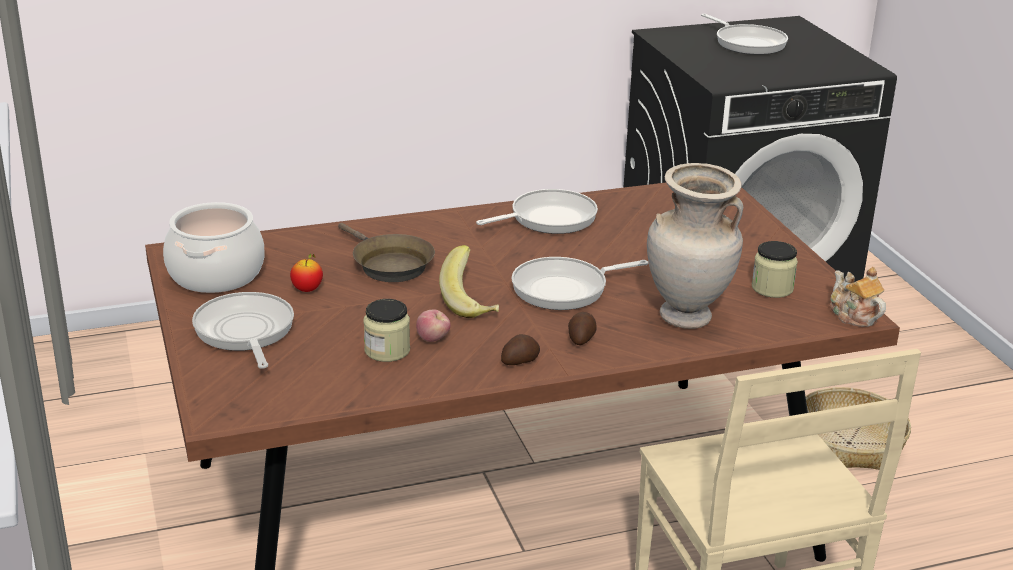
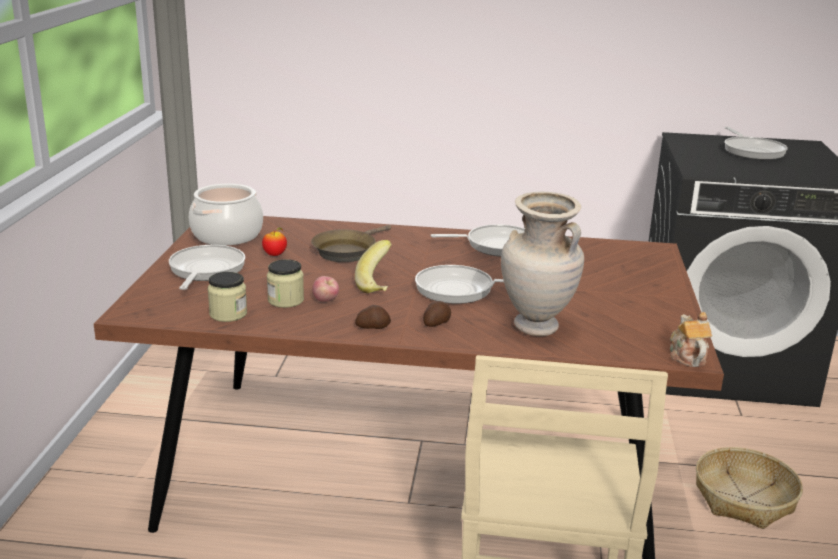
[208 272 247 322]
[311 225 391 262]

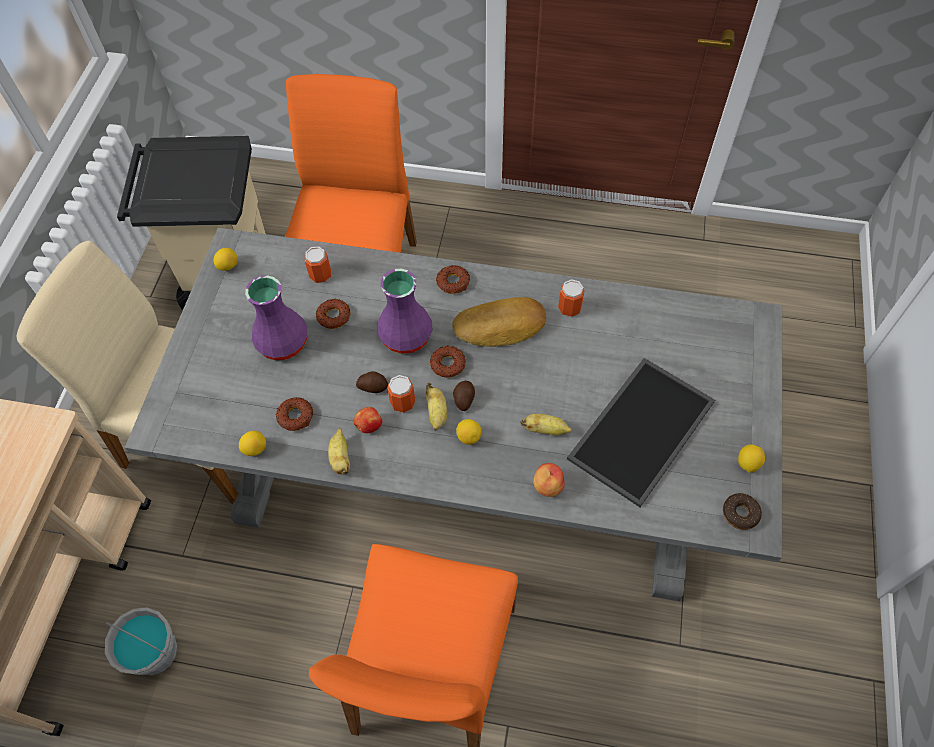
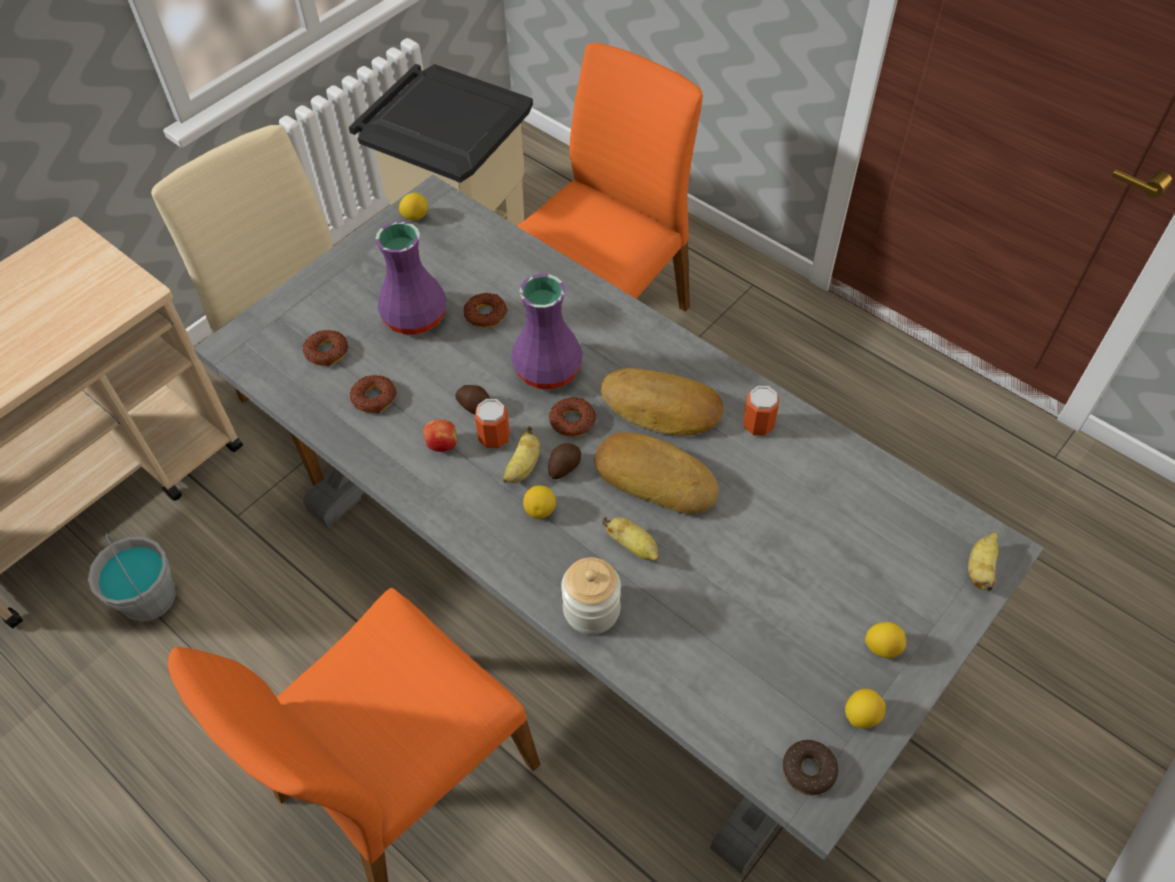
[305 247 331 283] (first image)
[567 358 715 507] (first image)
[595 432 719 514]
[865 622 906 658]
[968 532 999 590]
[303 330 348 366]
[561 557 621 635]

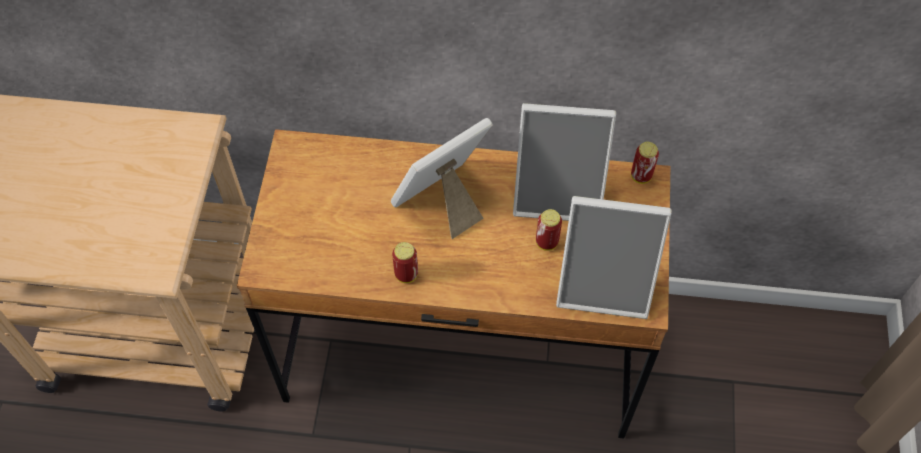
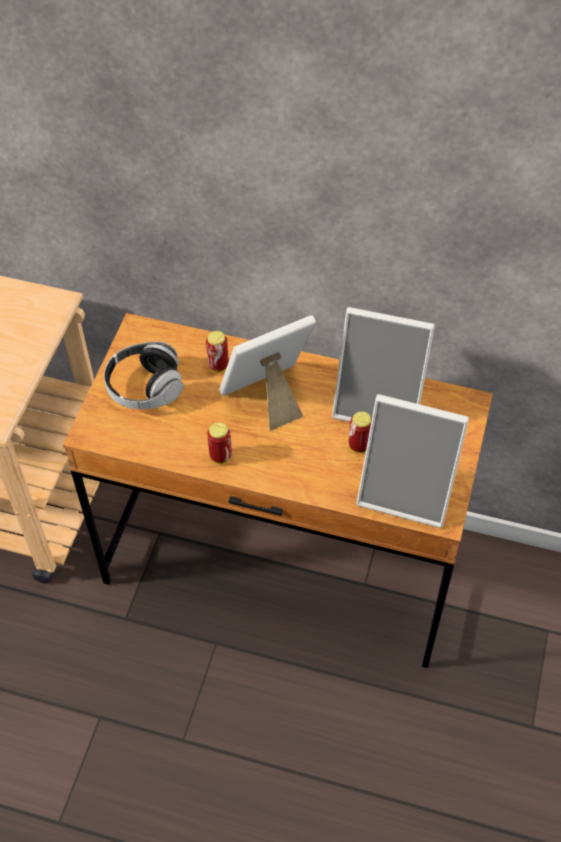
[104 341 183 409]
[206 331 229 373]

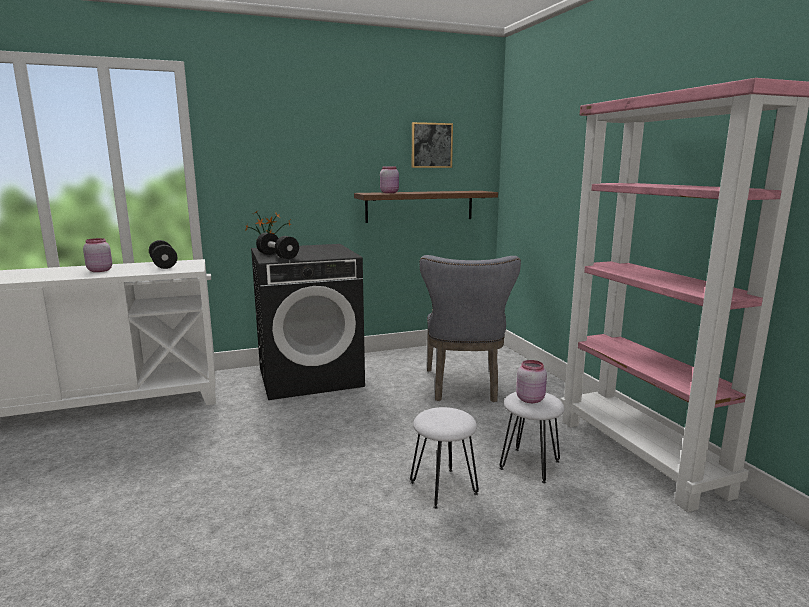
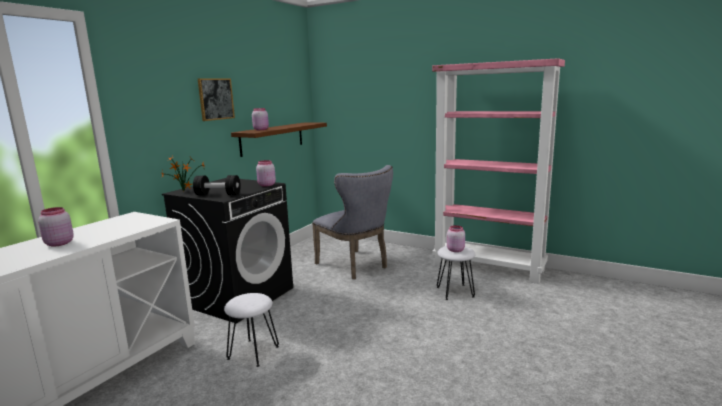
[149 240 177 269] (first image)
[256 160 276 187]
[224 293 279 367]
[198 78 235 121]

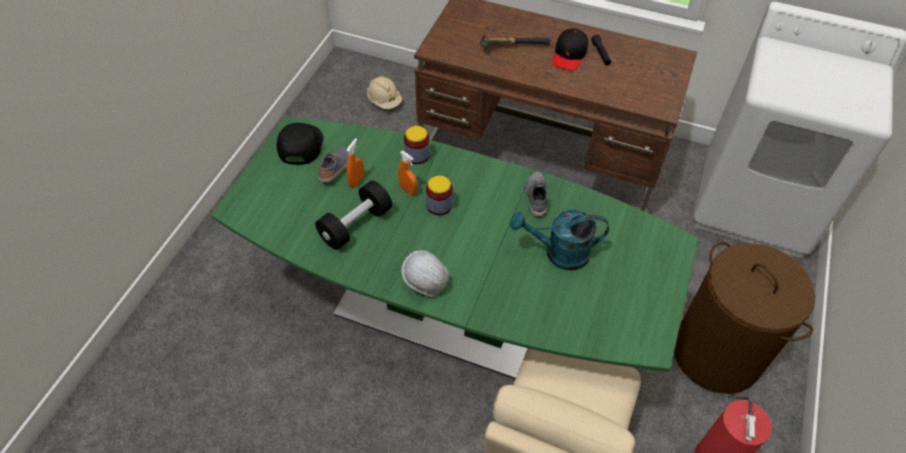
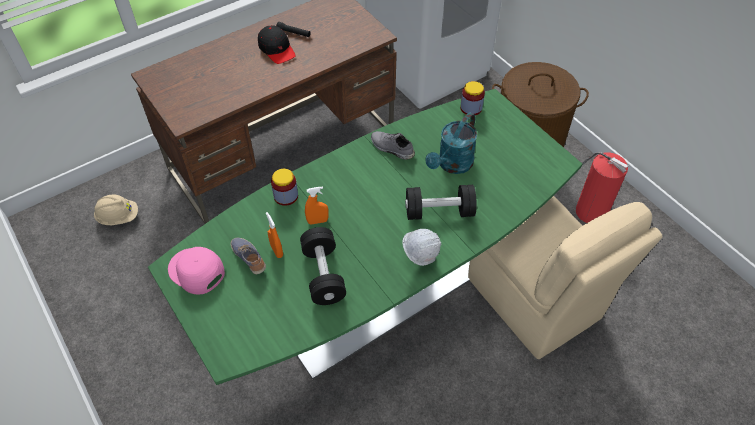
[481 34 550 47] (first image)
[405 185 477 220]
[460 81 485 115]
[168 247 225 294]

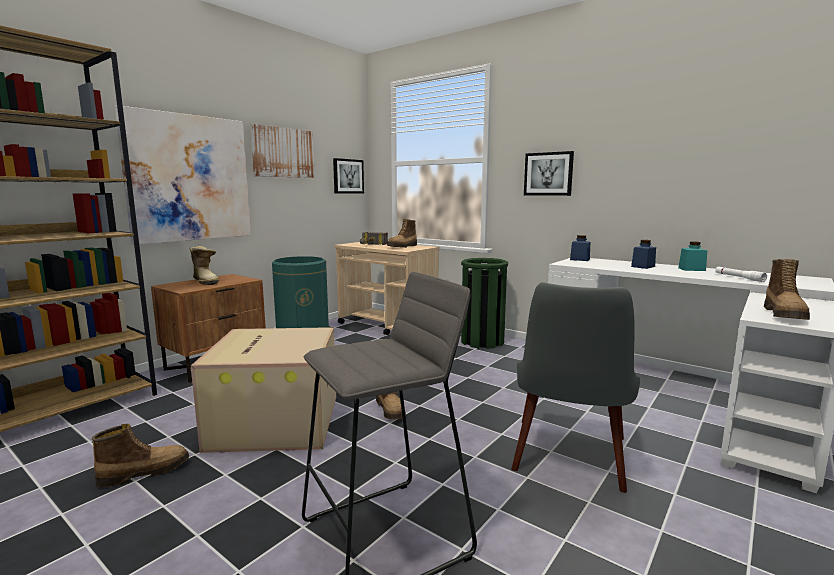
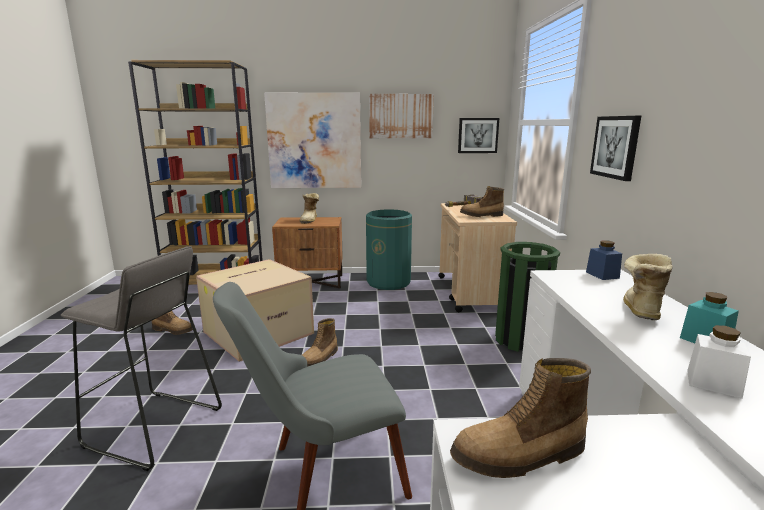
[623 254 672 320]
[687 325 751 399]

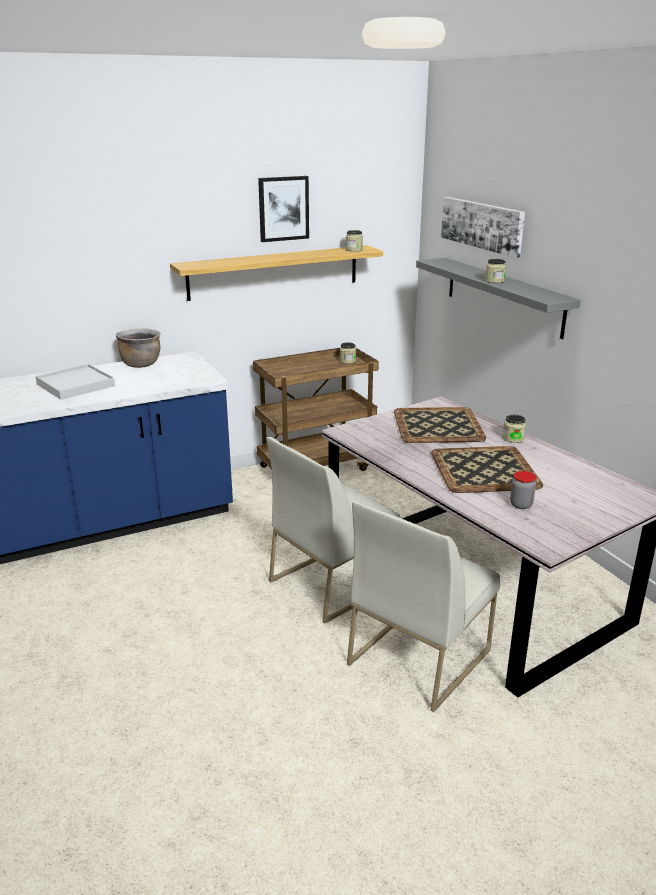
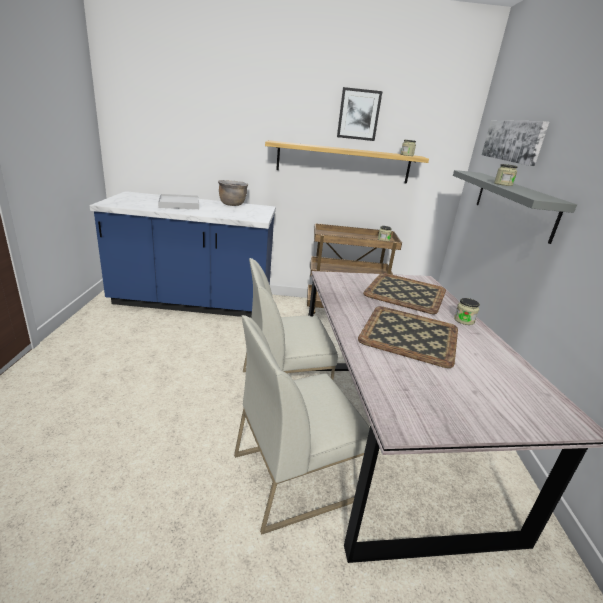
[510 471 536 509] (first image)

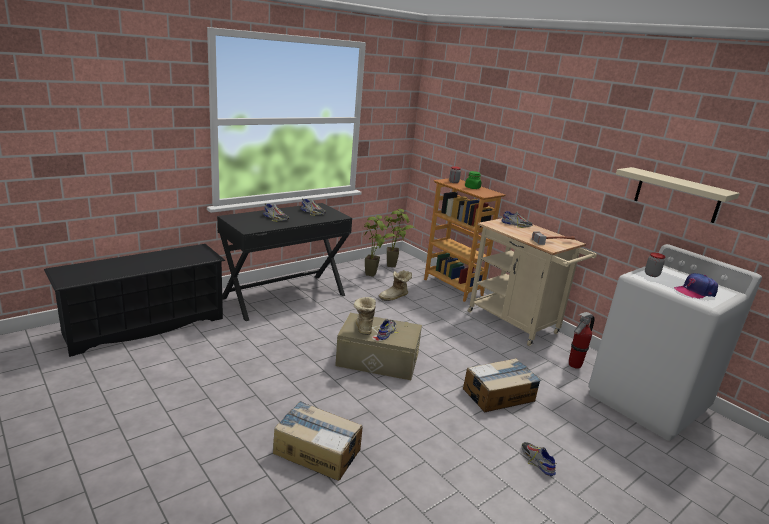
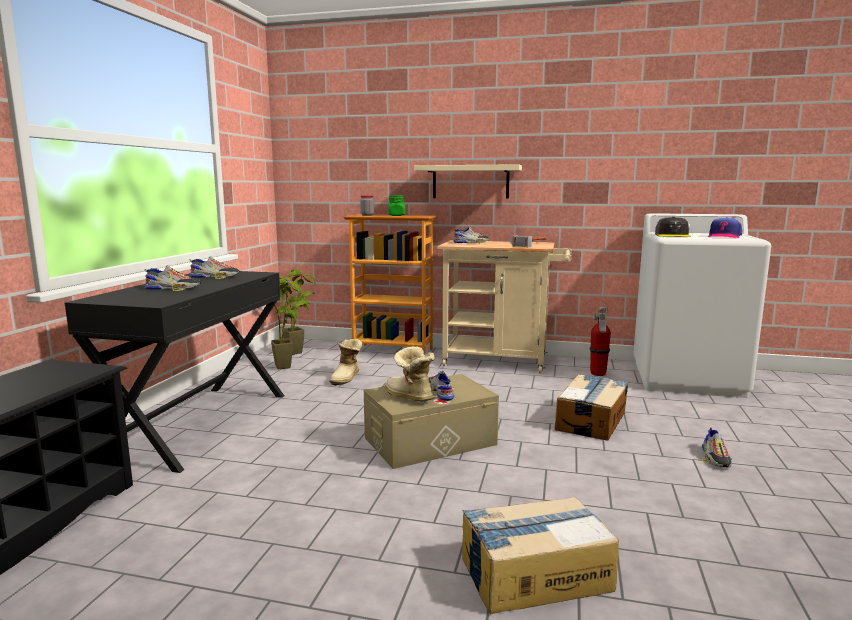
[414 164 522 199]
[655 216 691 237]
[700 428 732 468]

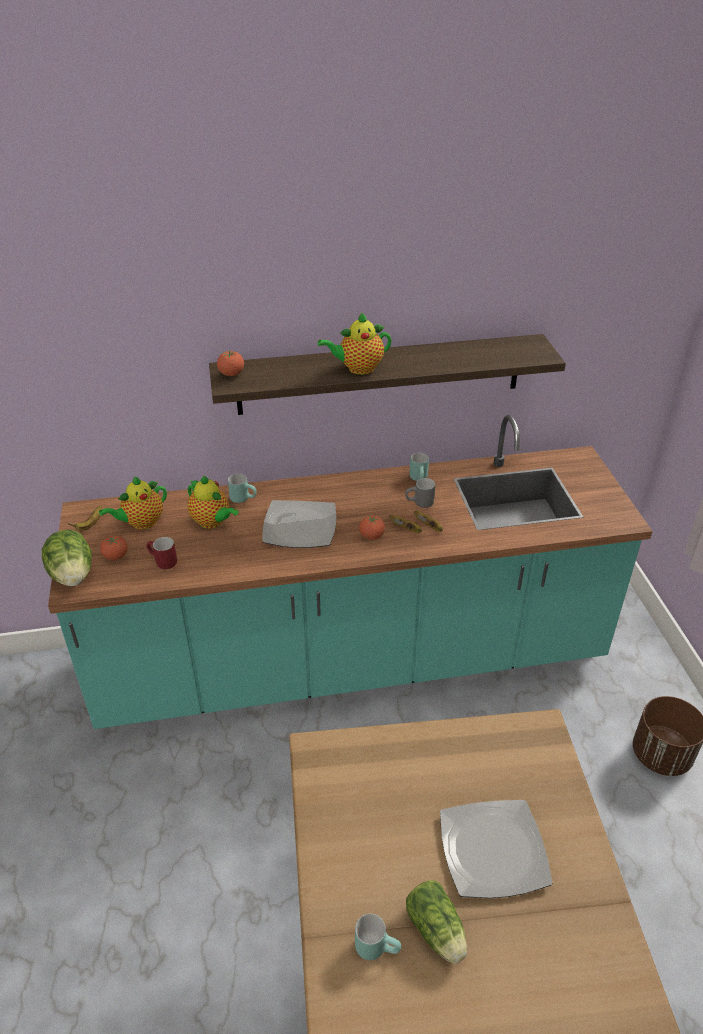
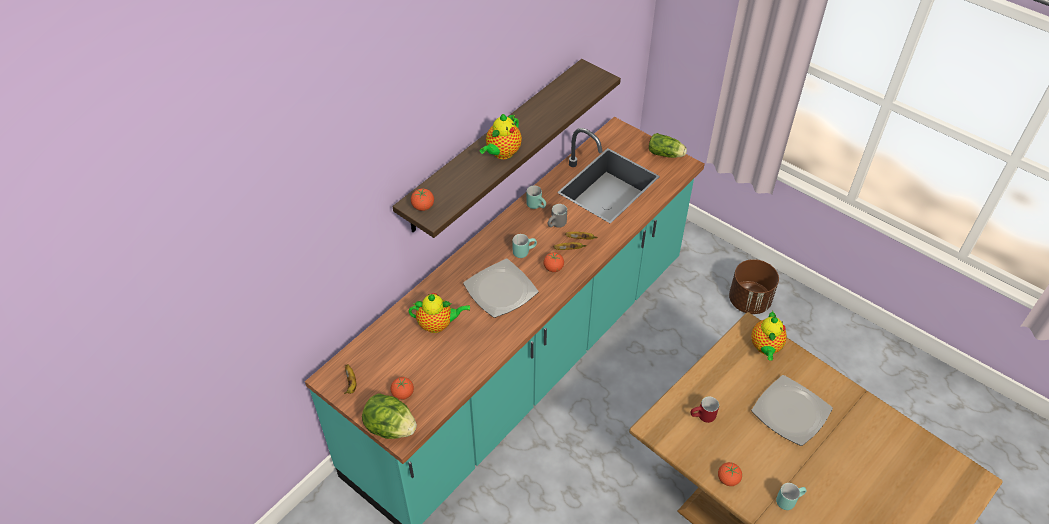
[718 462 742 486]
[751 311 787 361]
[691 396 719 423]
[513 234 537 258]
[649 133 687 158]

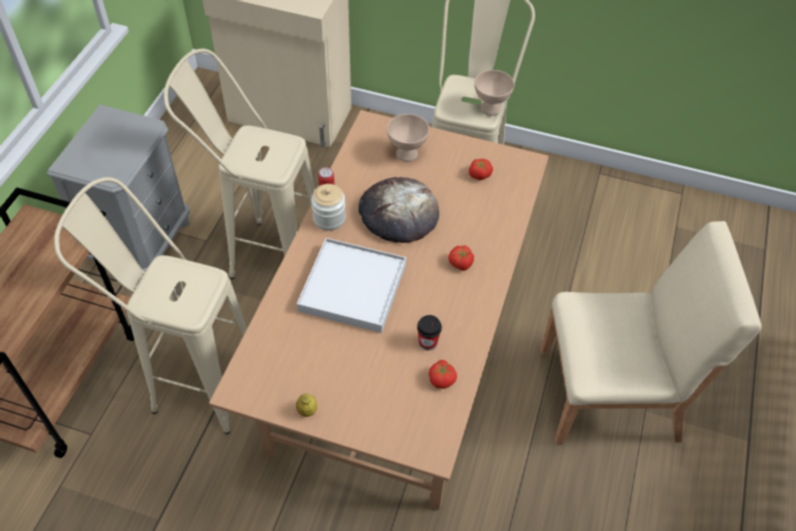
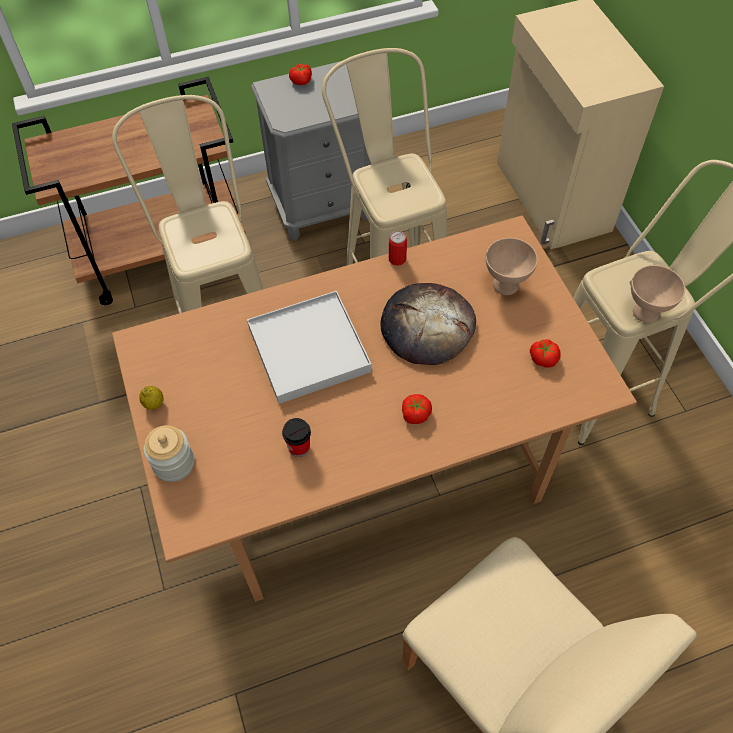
[144 425 195 482]
[289 64 312 85]

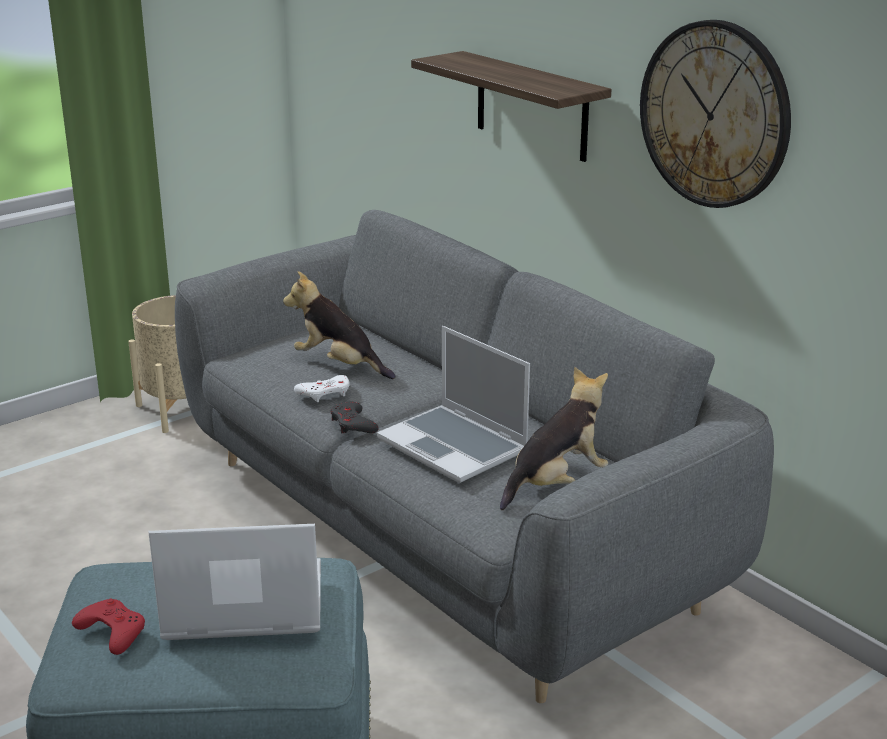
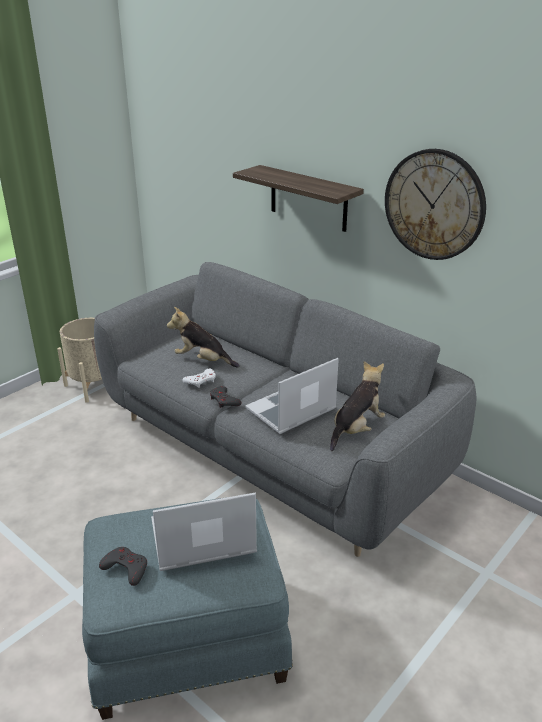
[99 547 147 586]
[245 358 339 434]

